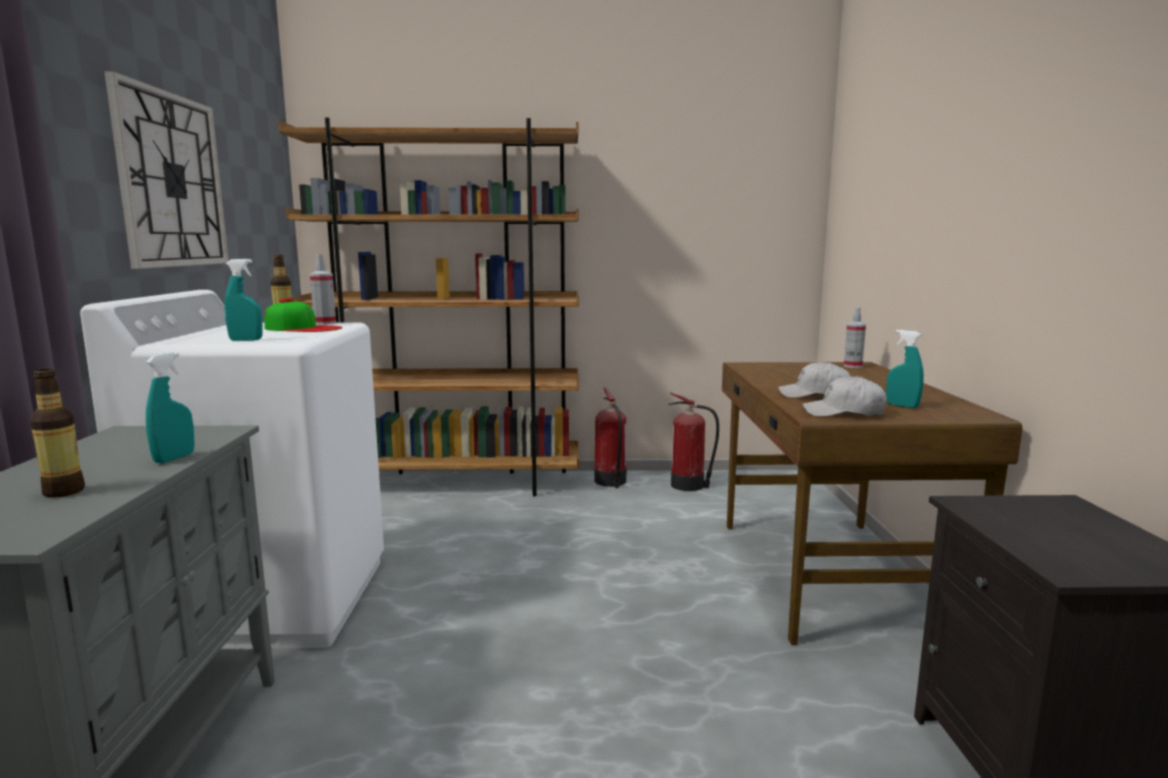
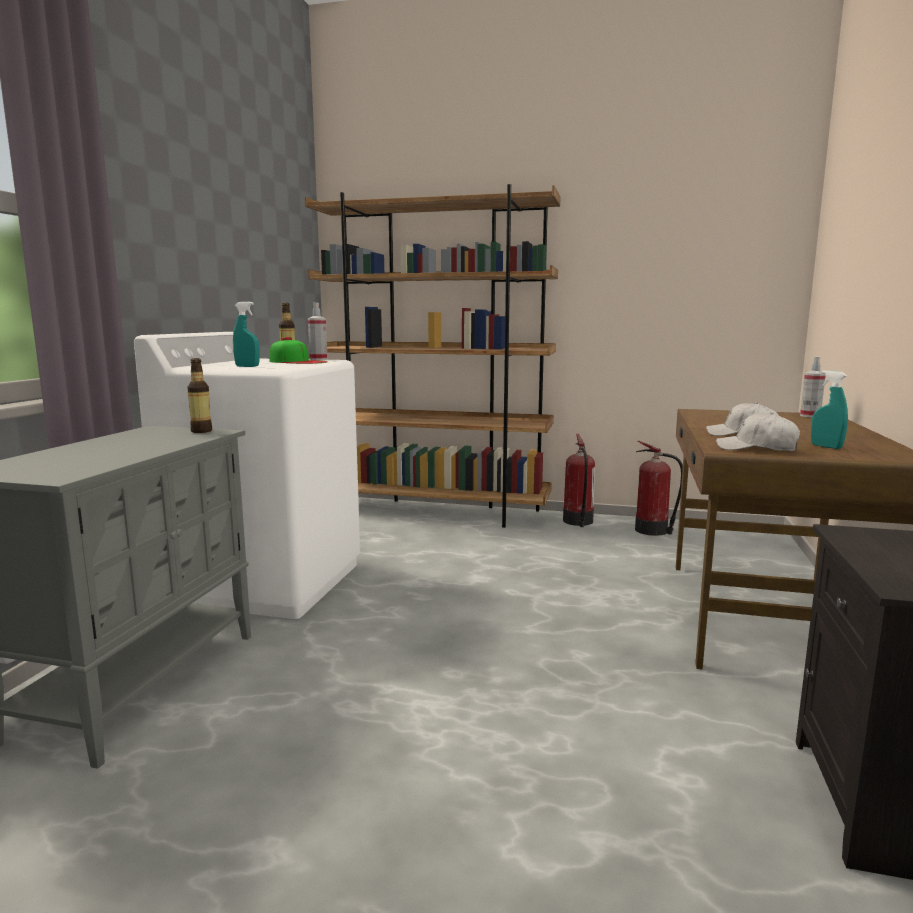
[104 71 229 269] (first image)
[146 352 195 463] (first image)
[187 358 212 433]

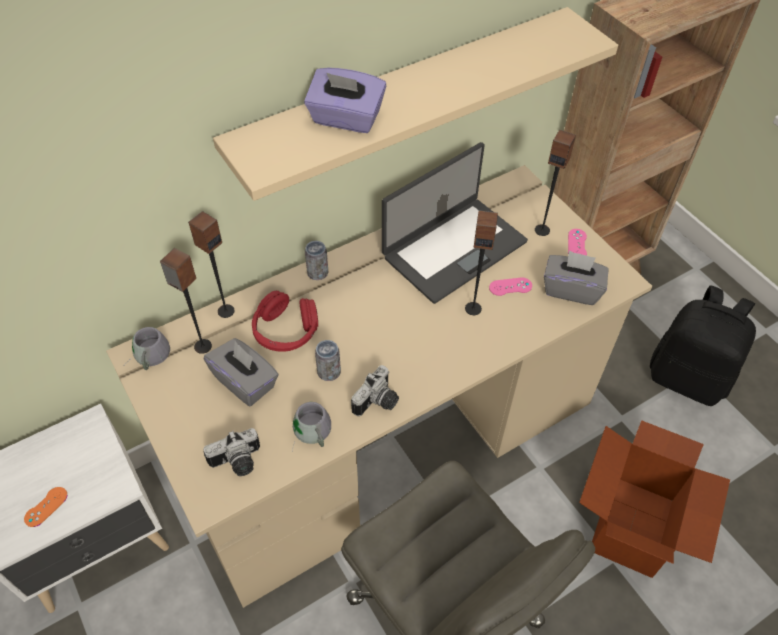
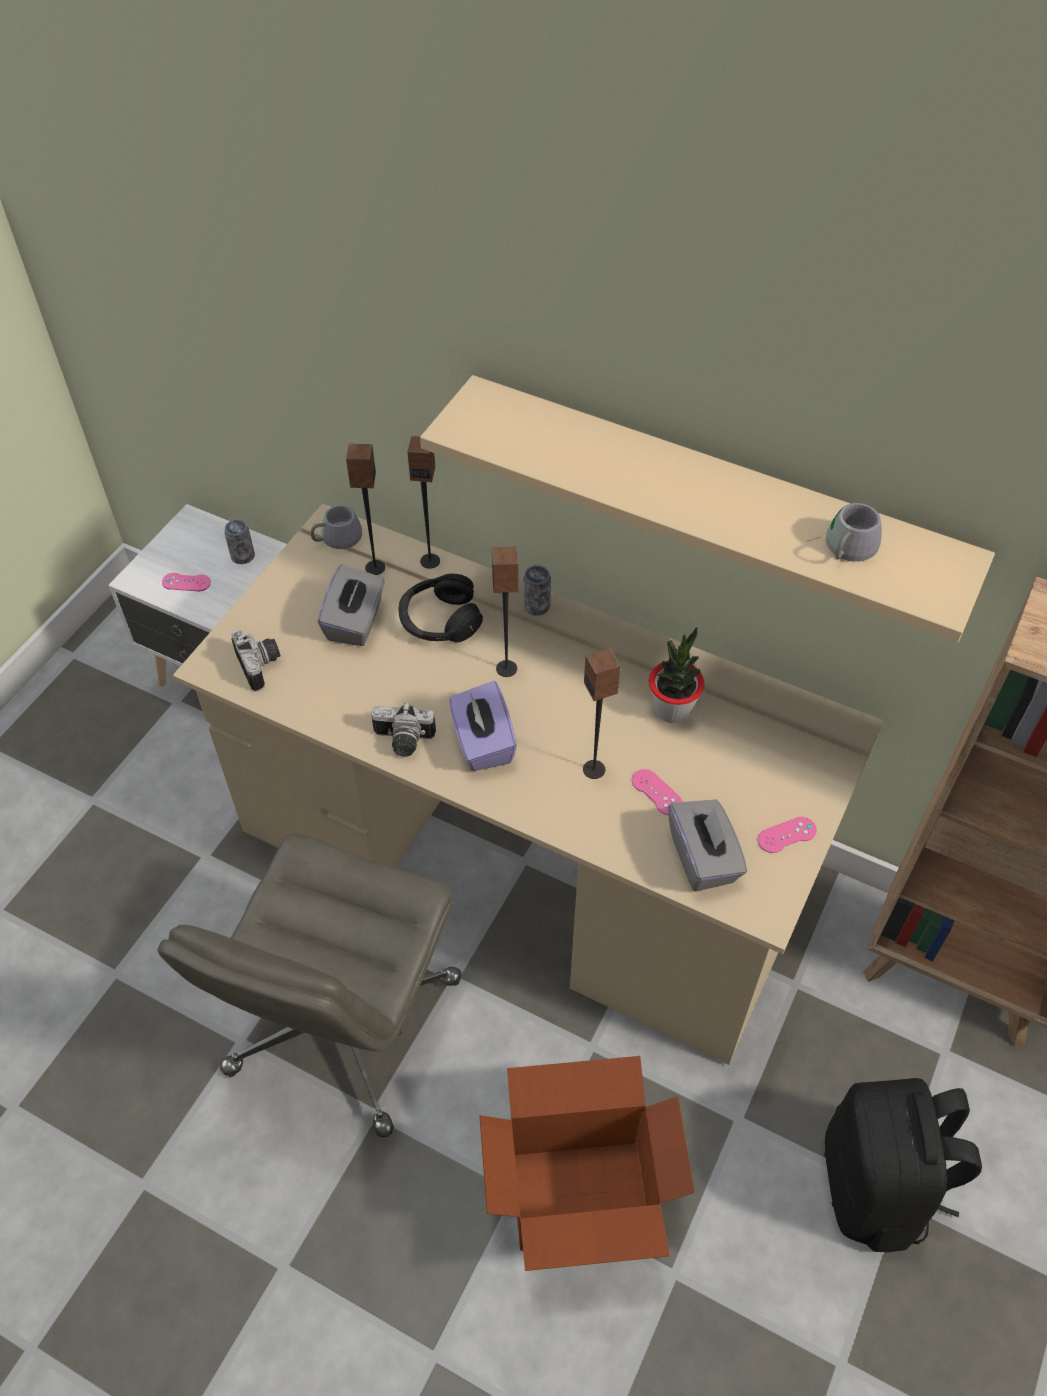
[806 503 882 562]
[449 681 517 771]
[224 519 255 564]
[492 546 519 677]
[649 627 704 723]
[162 573 211 591]
[398 574 483 642]
[231 628 280 691]

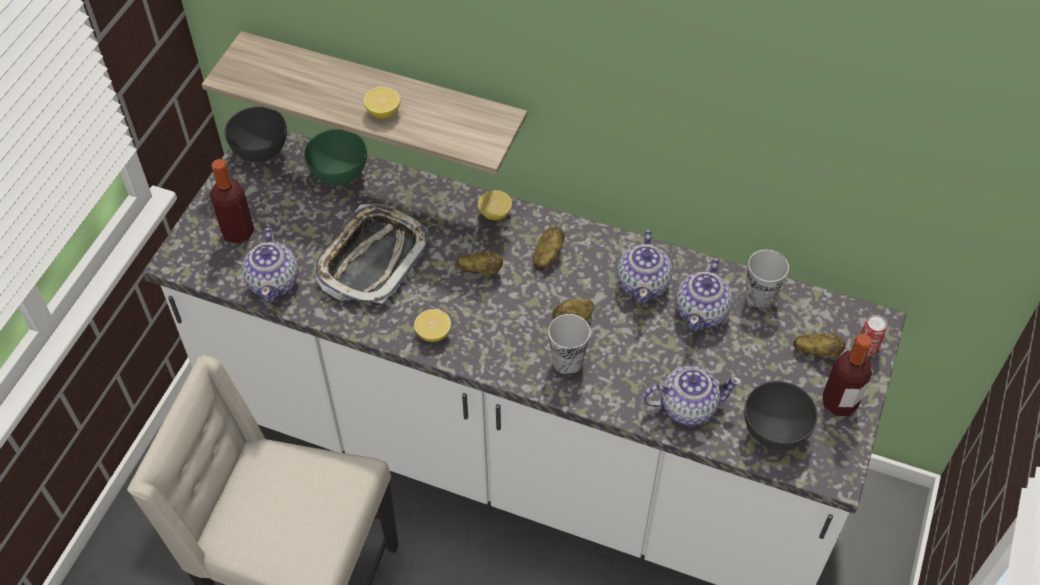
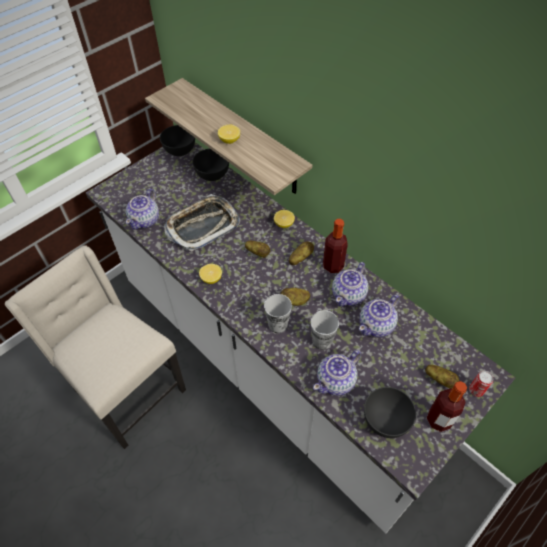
[323 219 348 273]
[311 310 339 350]
[192 149 229 181]
[313 350 362 396]

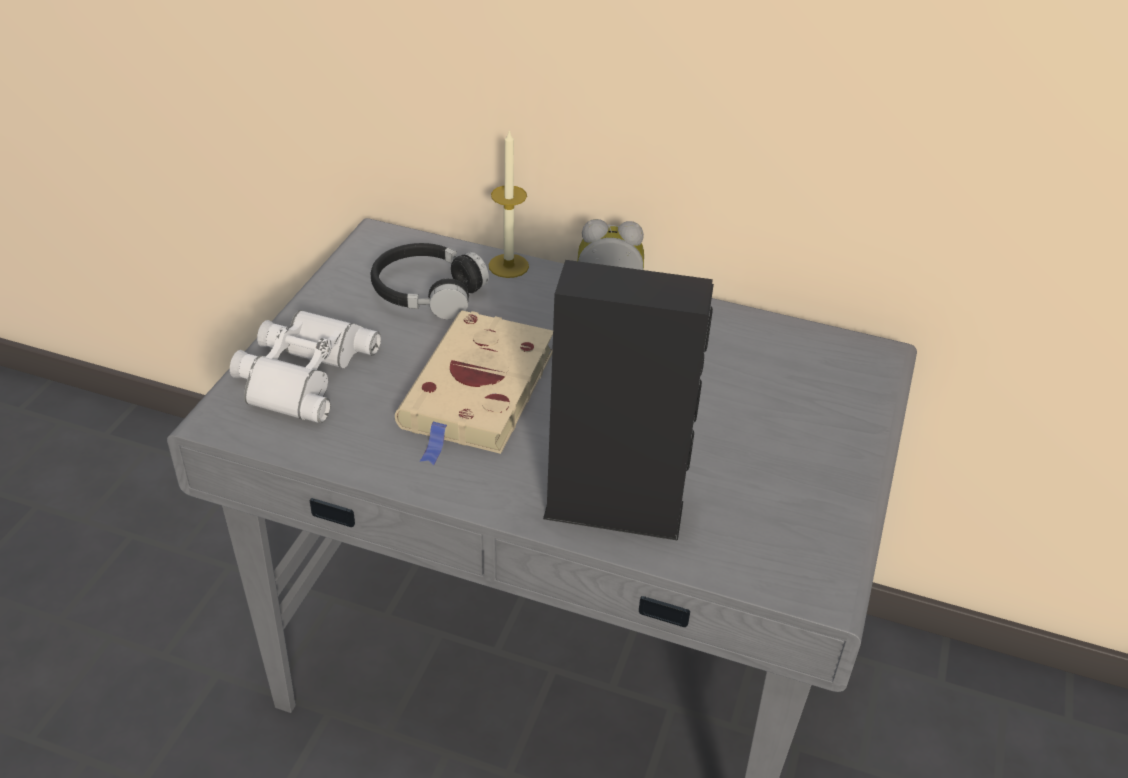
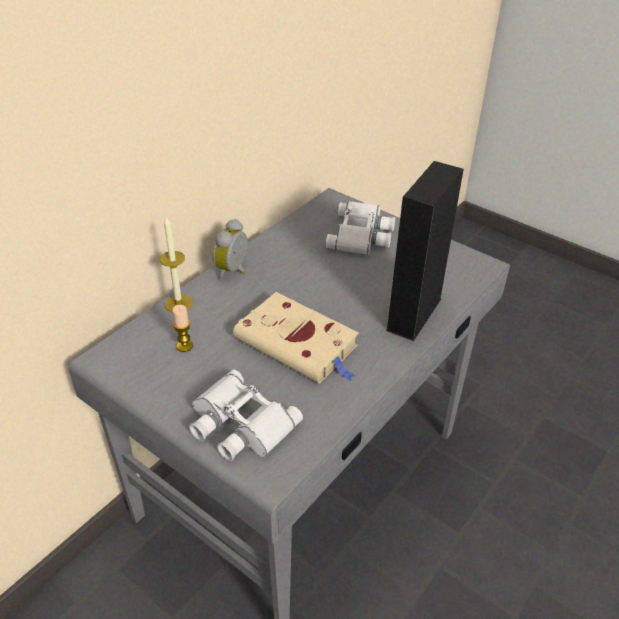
[325 201 395 255]
[173 305 193 352]

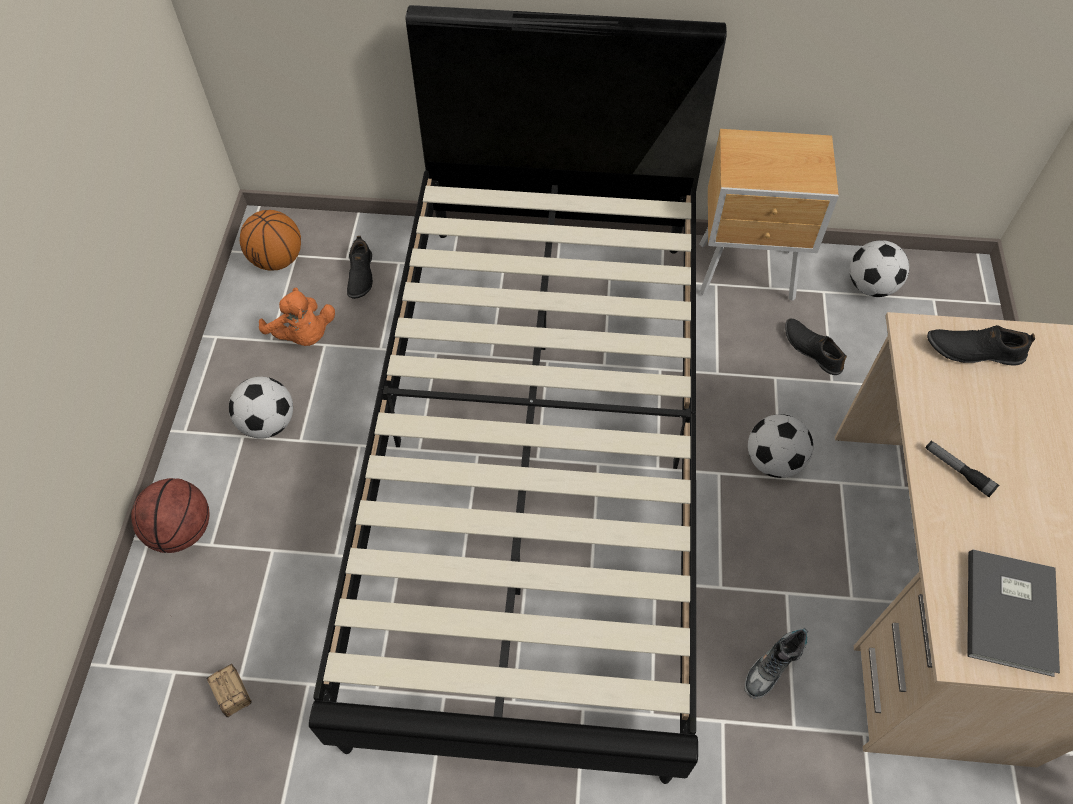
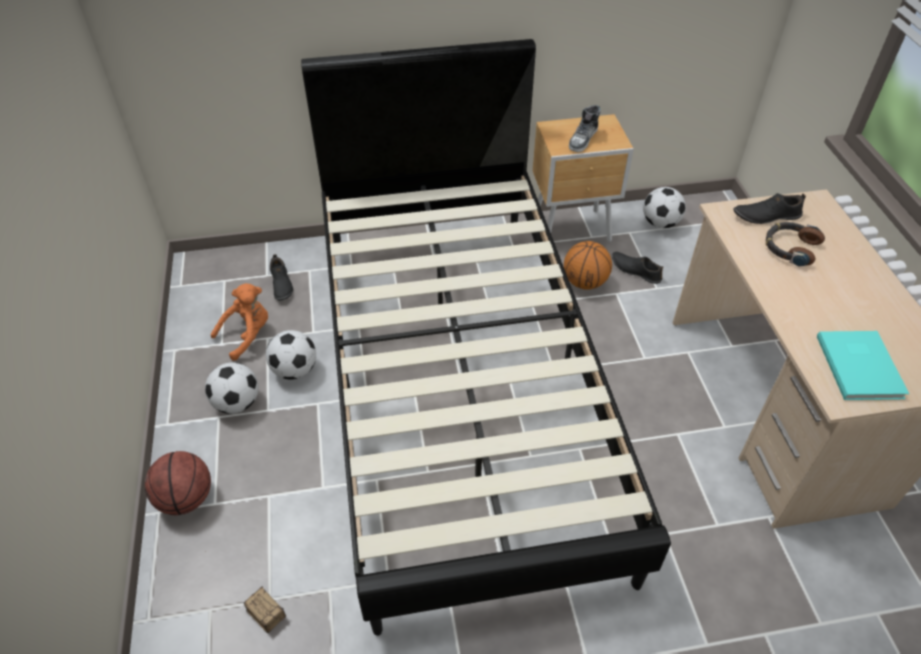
[925 441 999 497] (first image)
[766 222 825 267]
[564 241 612 289]
[569 105 601 152]
[266 330 316 380]
[817 331 909 400]
[211 283 268 361]

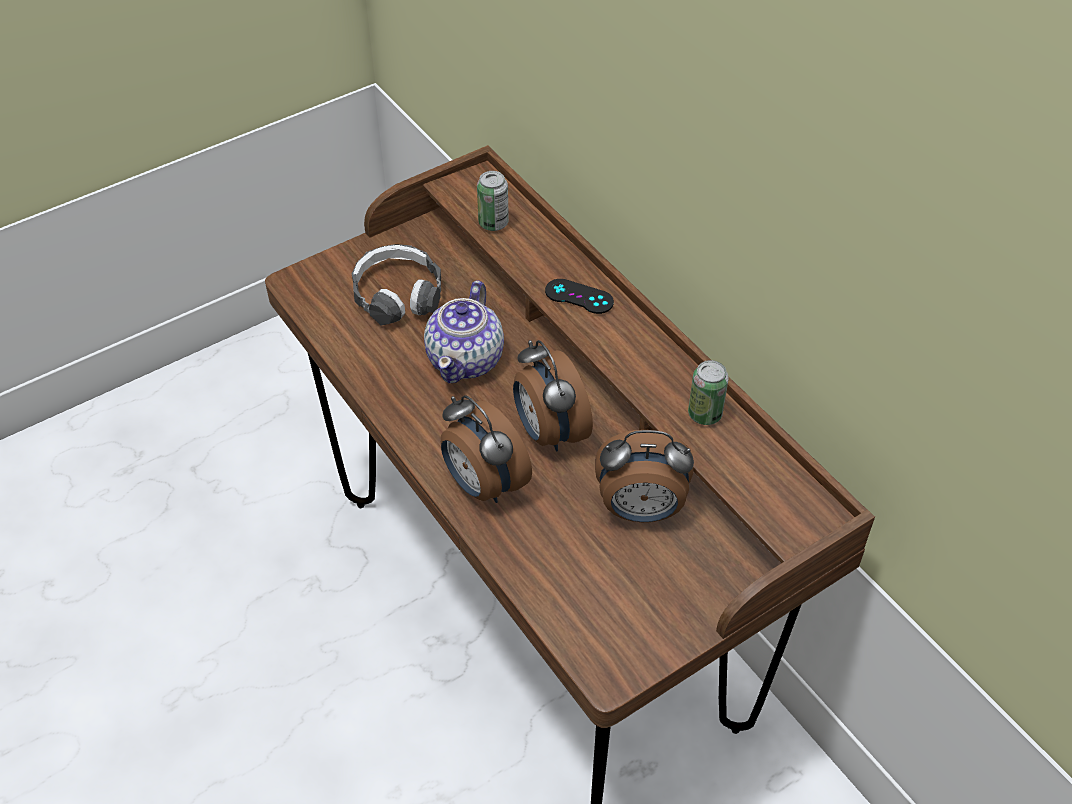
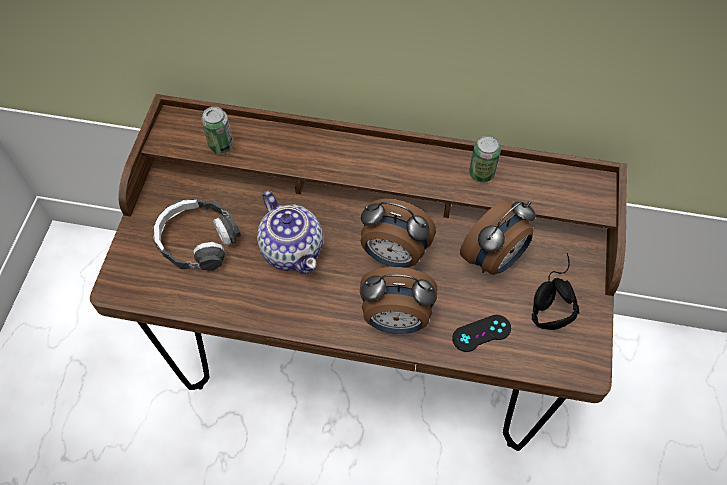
[532 253 579 330]
[452 315 511 352]

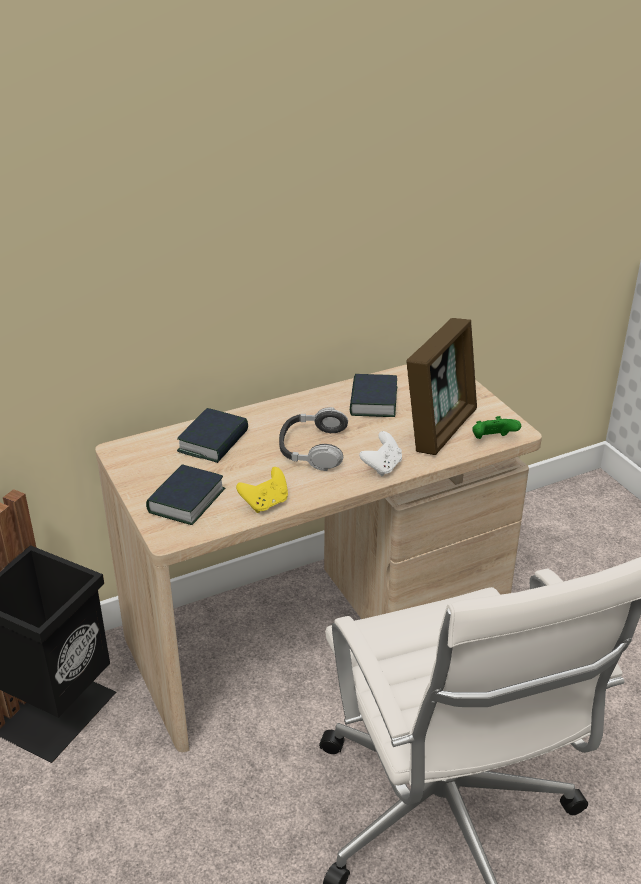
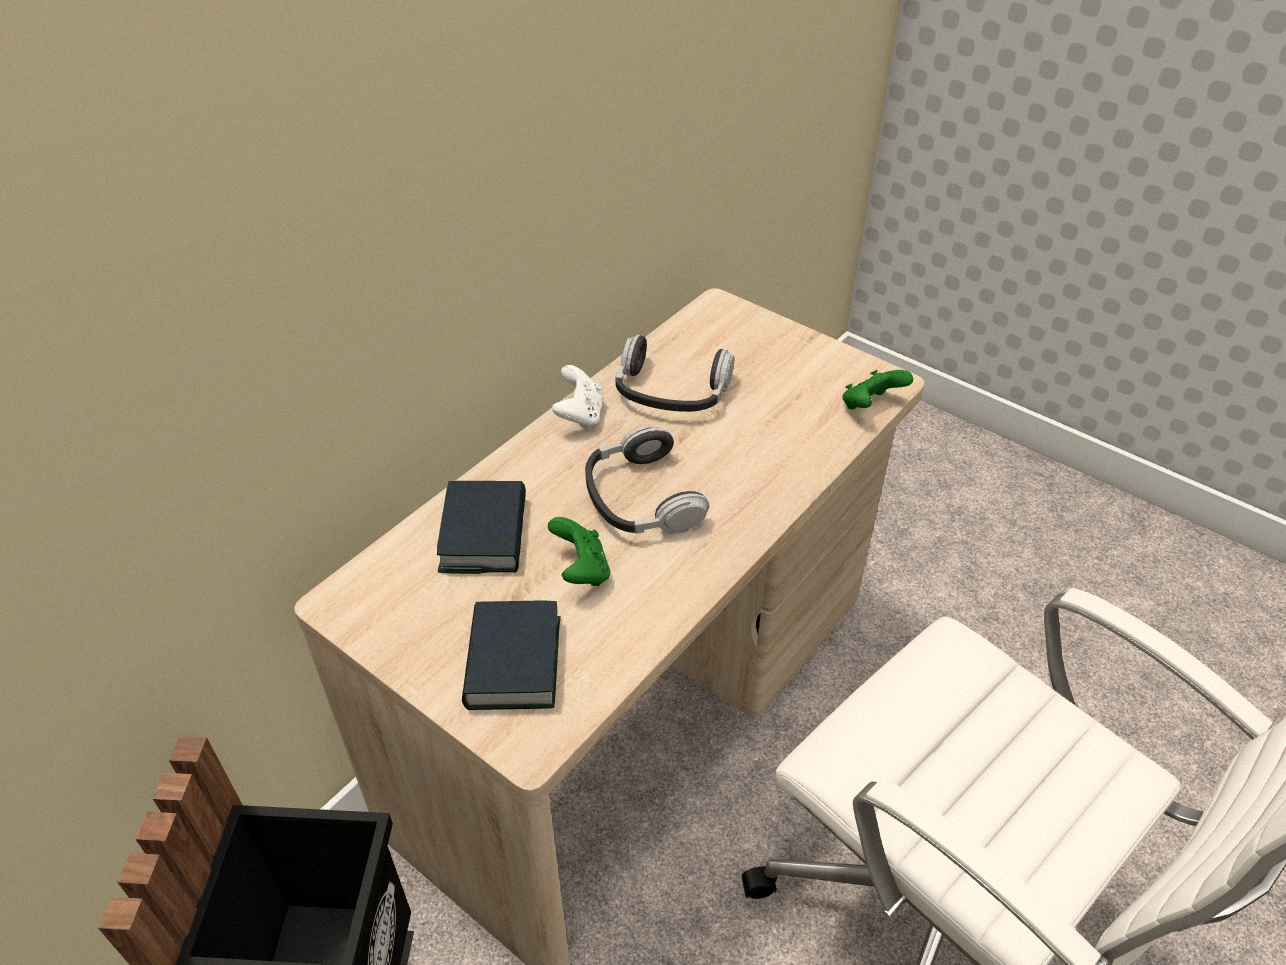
[236 467 288 513] (first image)
[406 318 477 455] (first image)
[548 517 610 586]
[552 365 603 430]
[615 335 735 412]

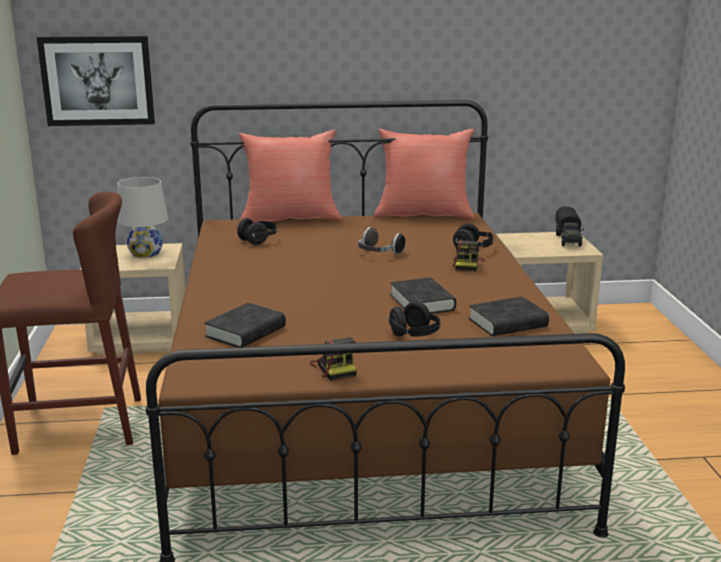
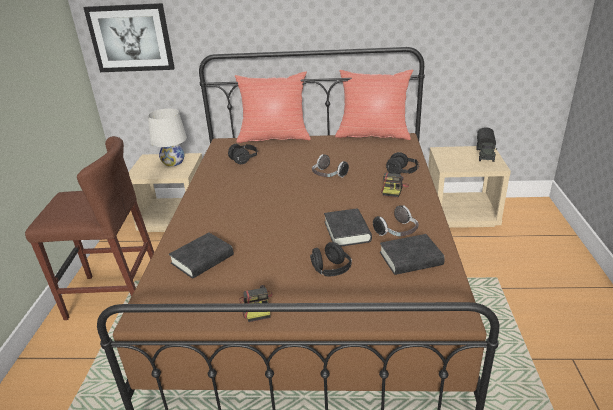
[373 205 419 236]

